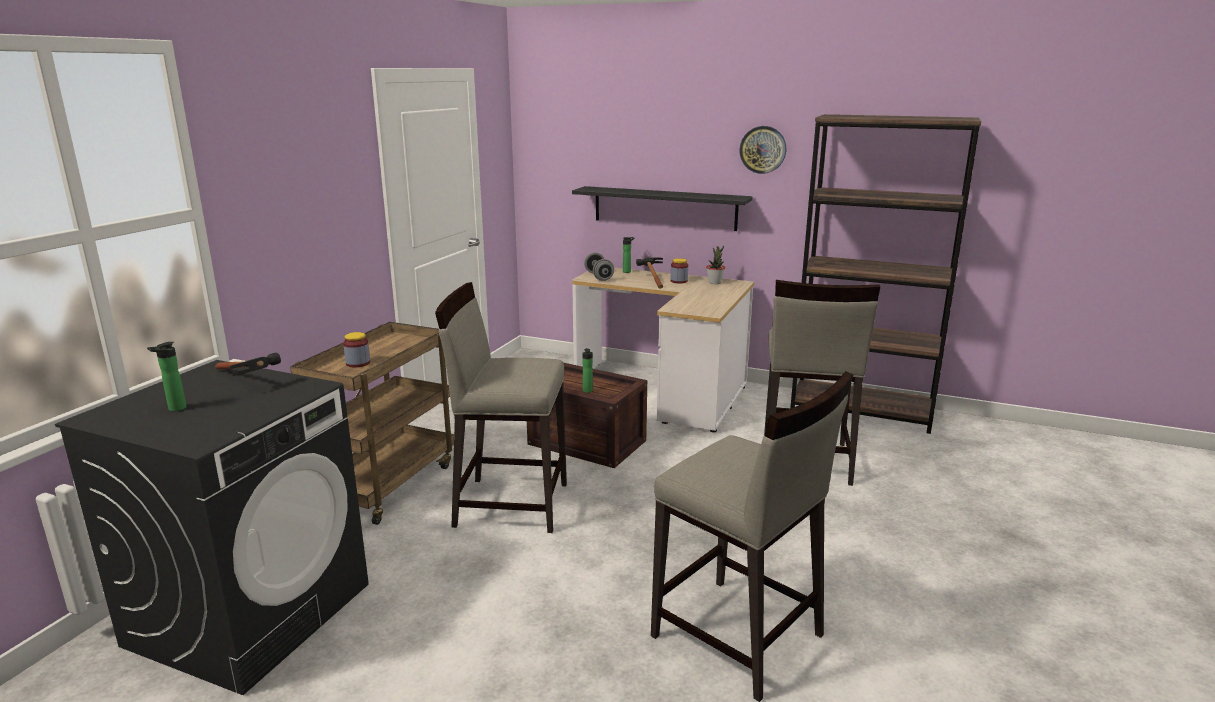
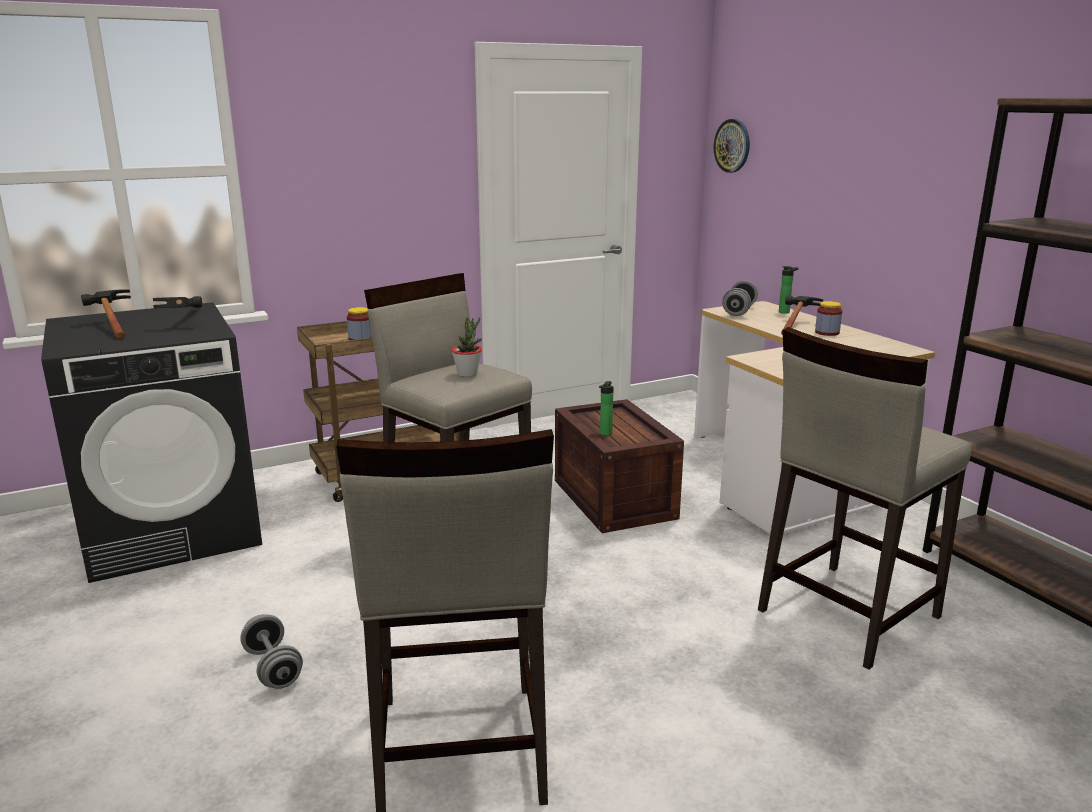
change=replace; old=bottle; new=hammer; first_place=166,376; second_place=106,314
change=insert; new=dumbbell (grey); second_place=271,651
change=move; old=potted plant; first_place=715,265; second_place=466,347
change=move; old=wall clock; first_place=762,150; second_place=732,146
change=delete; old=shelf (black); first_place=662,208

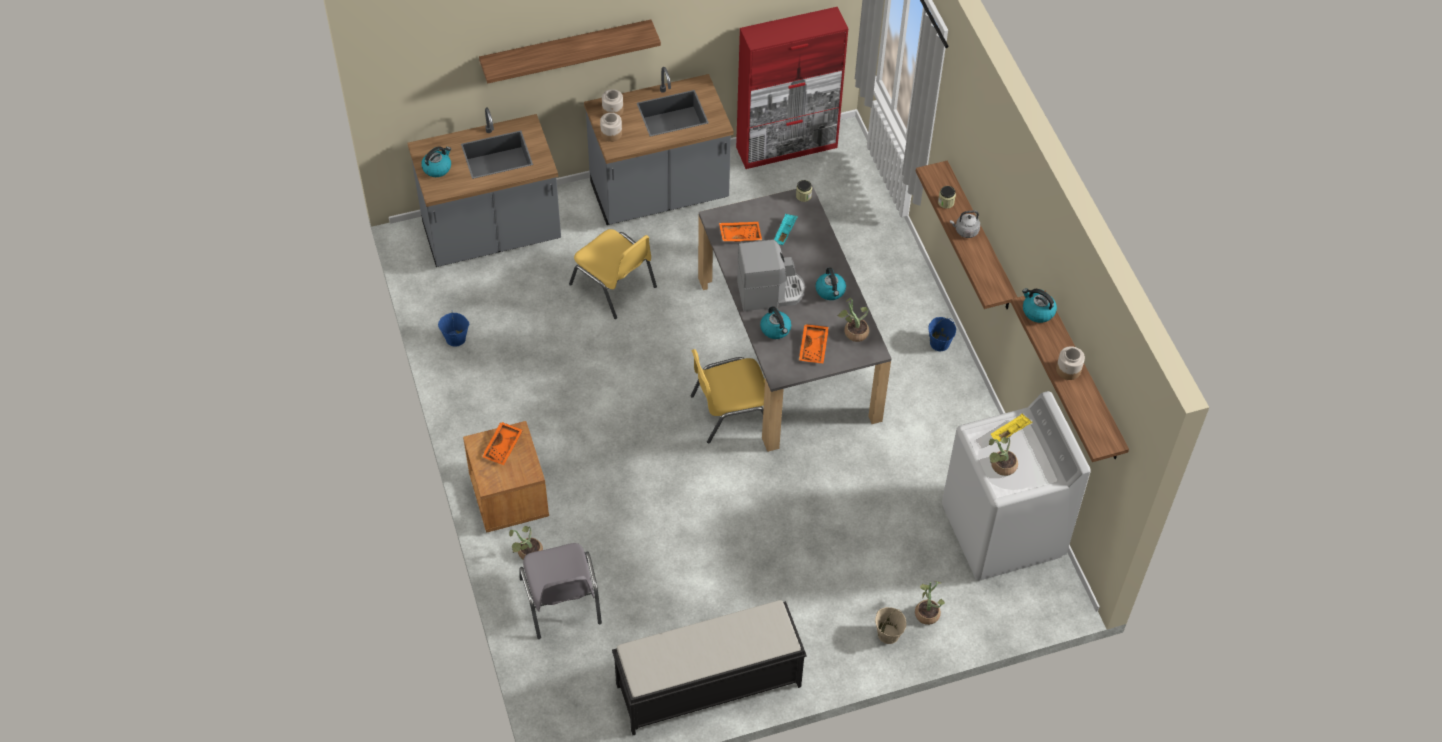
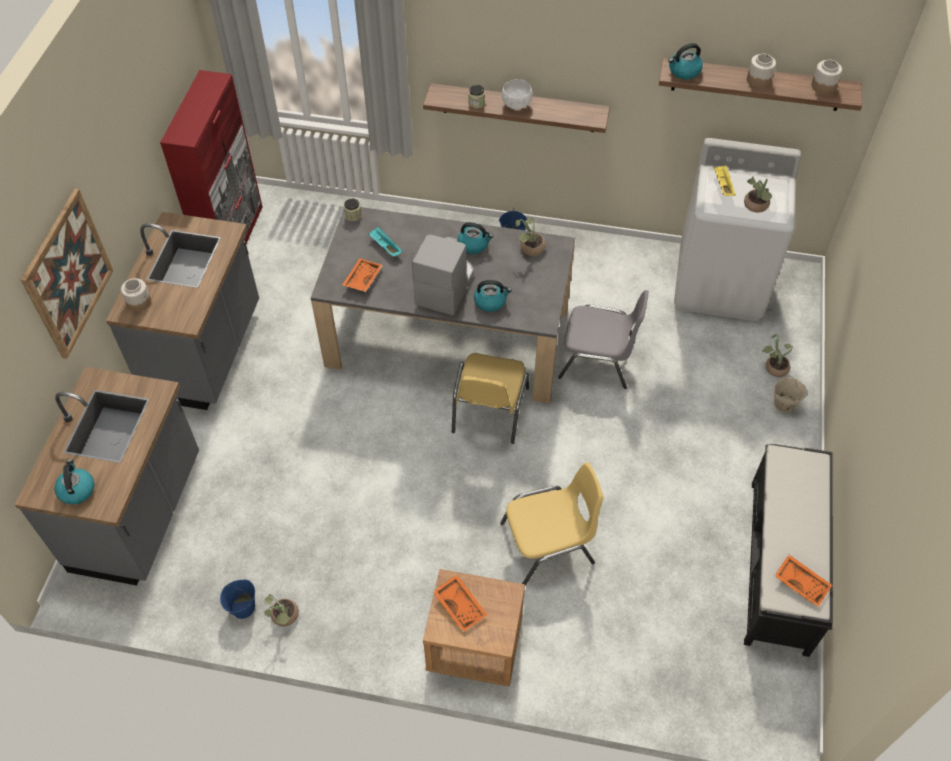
change=replace; old=shelf; new=picture; first_place=570,51; second_place=67,273
change=move; old=potted plant; first_place=526,543; second_place=281,610
change=move; old=chair (yellow); first_place=613,274; second_place=552,524
change=replace; old=kettle (grey); new=bowl (white); first_place=965,224; second_place=517,94
change=move; old=chair (grey); first_place=560,591; second_place=603,339
change=move; old=tray (orange); first_place=814,343; second_place=803,581
change=move; old=jar; first_place=611,127; second_place=826,77

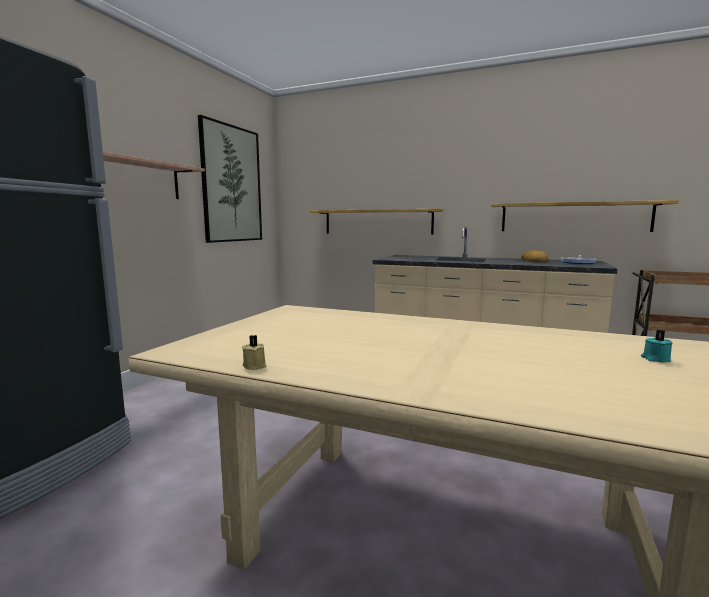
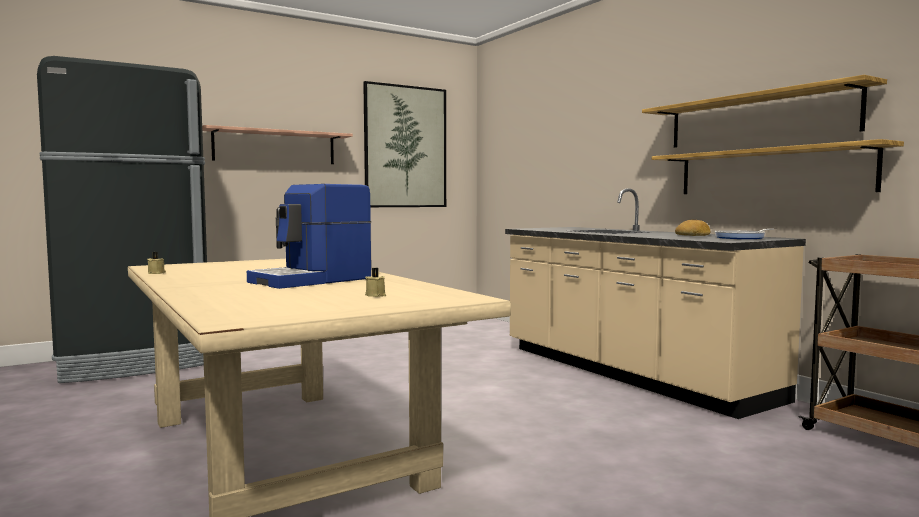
change=insert; new=coffee machine; second_place=309,236
change=recolor; old=candle (turquoise); new=candle (beige); first_place=657,346; second_place=375,282
change=move; old=shelf; first_place=376,222; second_place=764,111

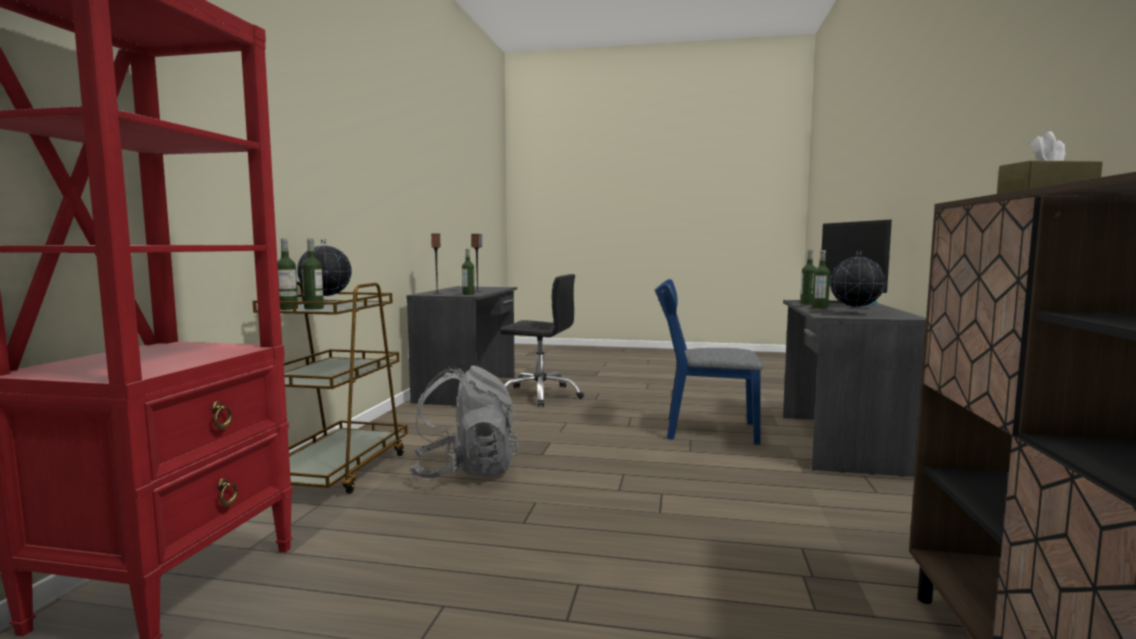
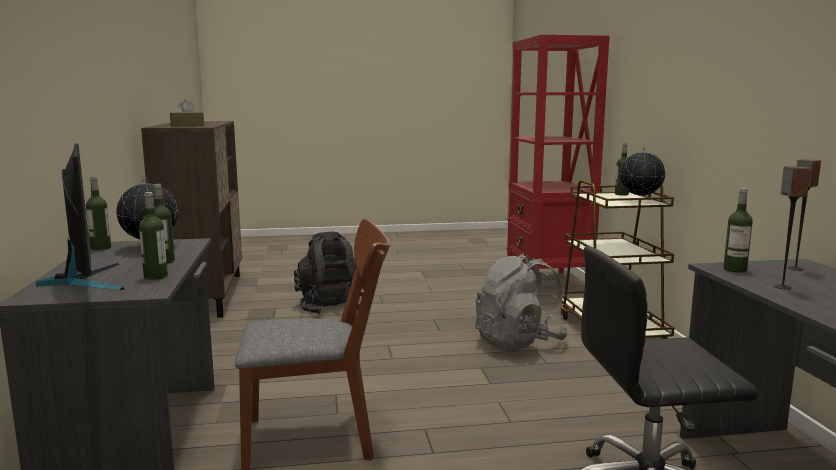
change=move; old=bottle; first_place=313,274; second_place=98,213
change=recolor; old=chair (blue); new=chair (brown); first_place=709,361; second_place=313,344
change=insert; new=backpack (black); second_place=328,273

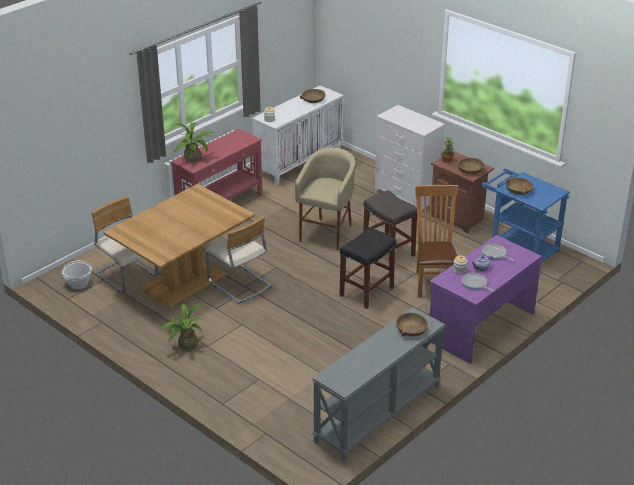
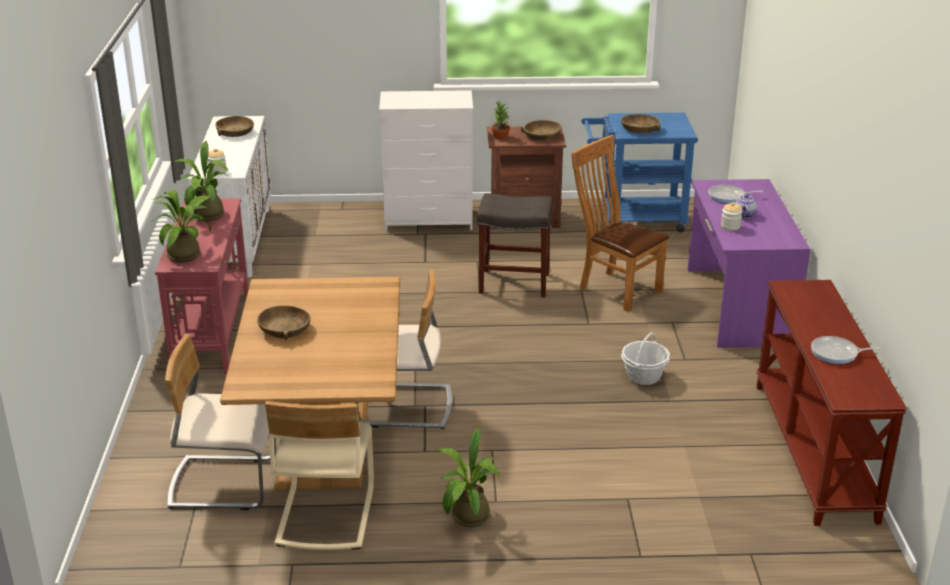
change=insert; new=potted plant; second_place=201,181
change=move; old=bowl (brown); first_place=412,325; second_place=284,322
change=insert; new=chair (beige); second_place=319,475
change=move; old=basket; first_place=77,274; second_place=645,359
change=recolor; old=console table (grey); new=console table (brown); first_place=378,384; second_place=832,403
change=move; old=frying pan; first_place=477,282; second_place=847,350
change=delete; old=stool (beige); first_place=325,199
change=delete; old=stool (black); first_place=367,268

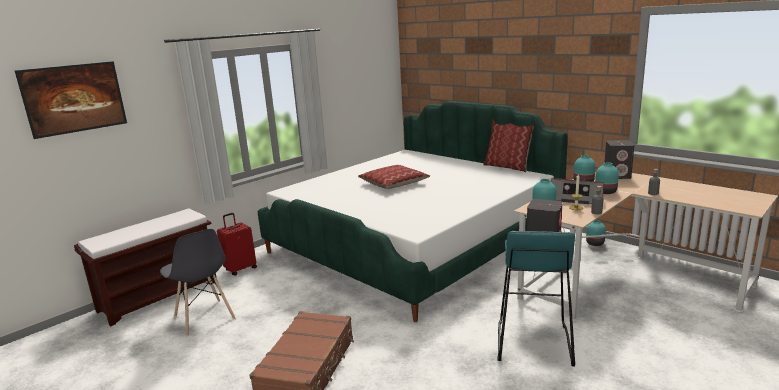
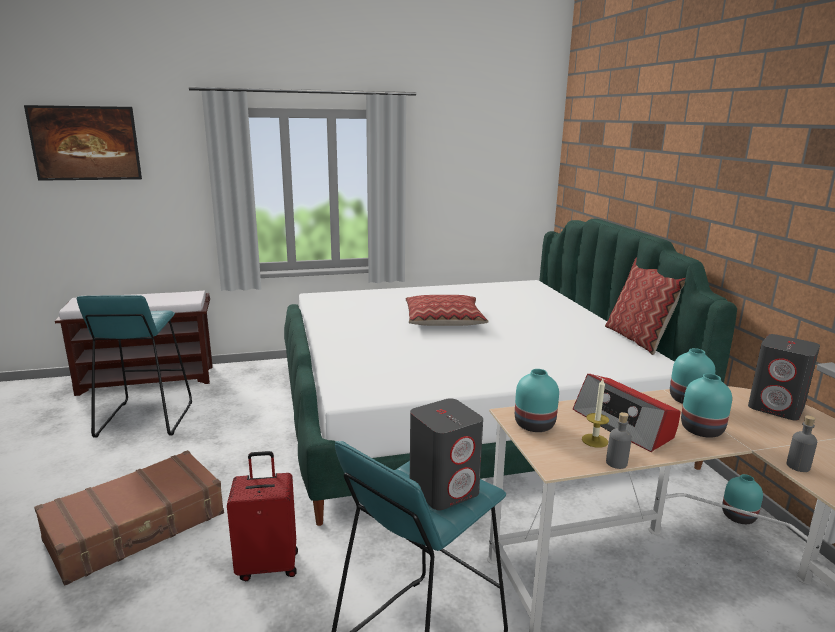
change=replace; old=chair (grey); new=stool (turquoise); first_place=197,282; second_place=134,366
change=move; old=suitcase (red); first_place=237,244; second_place=262,516

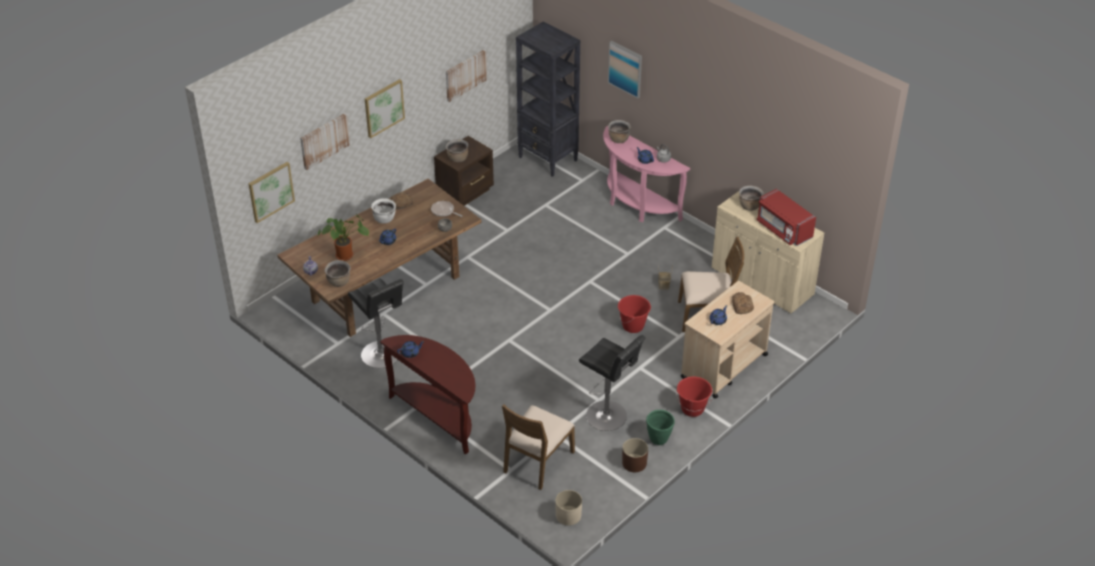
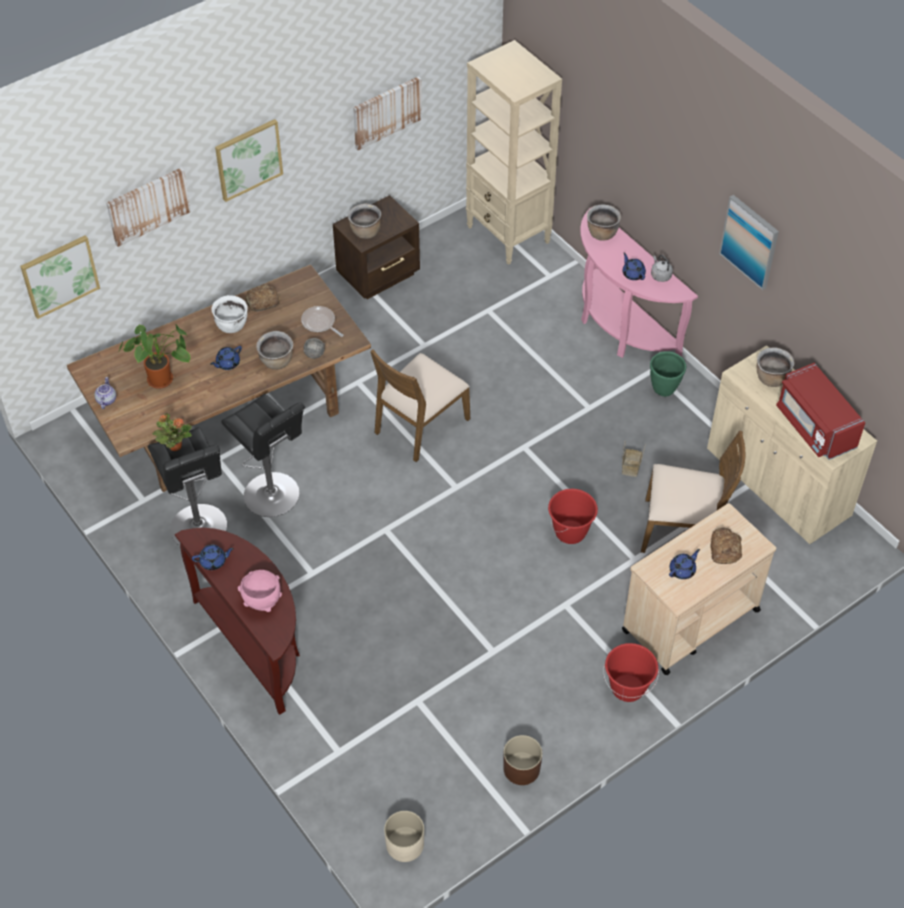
change=insert; new=potted plant; second_place=172,432
change=move; old=stool (black); first_place=612,383; second_place=263,455
change=insert; new=bowl (pink); second_place=260,591
change=move; old=cooking pot (brown); first_place=338,273; second_place=274,350
change=move; old=chair (brown); first_place=538,447; second_place=420,405
change=recolor; old=bookcase (black); new=bookcase (beige); first_place=548,99; second_place=514,152
change=move; old=planter (green); first_place=660,427; second_place=668,374
change=move; old=picture; first_place=625,70; second_place=749,242

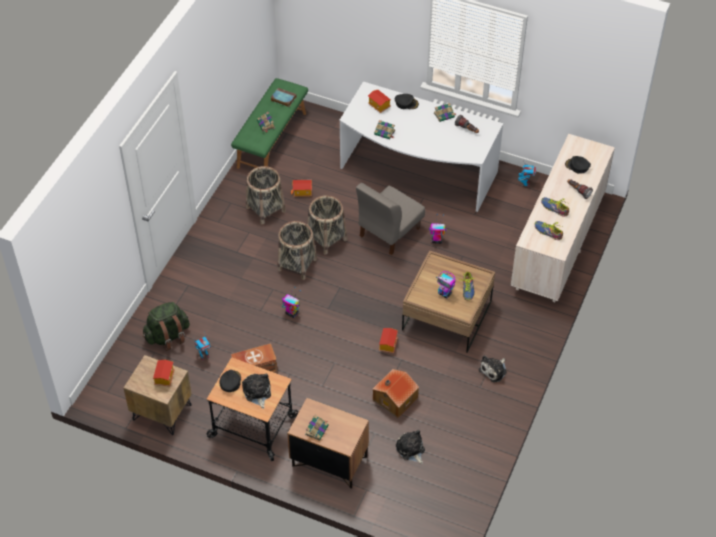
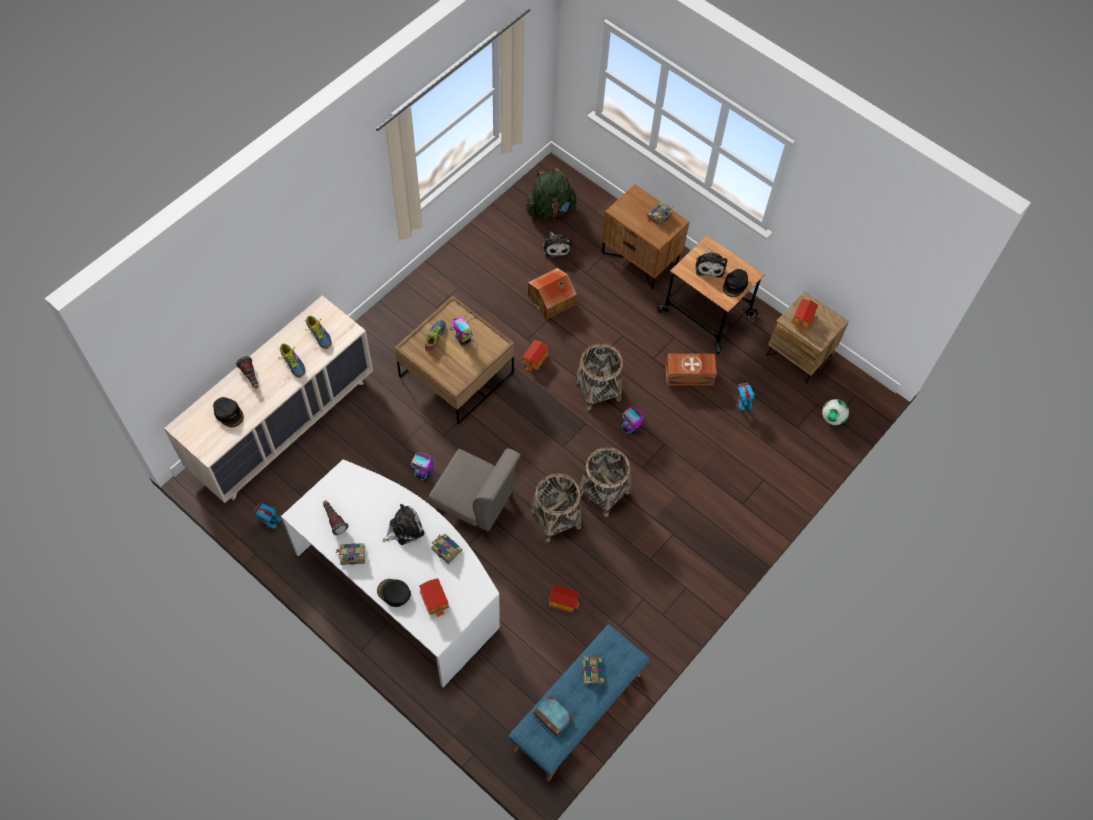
change=move; old=plush toy; first_place=493,369; second_place=403,524
change=rotate; old=chair (grey); first_place=390,219; second_place=474,493; degrees=60
change=recolor; old=bench (green); new=bench (blue); first_place=269,123; second_place=579,702
change=move; old=backpack (green); first_place=166,326; second_place=551,193
change=move; old=basket; first_place=266,195; second_place=599,376
change=insert; new=football; second_place=835,412

